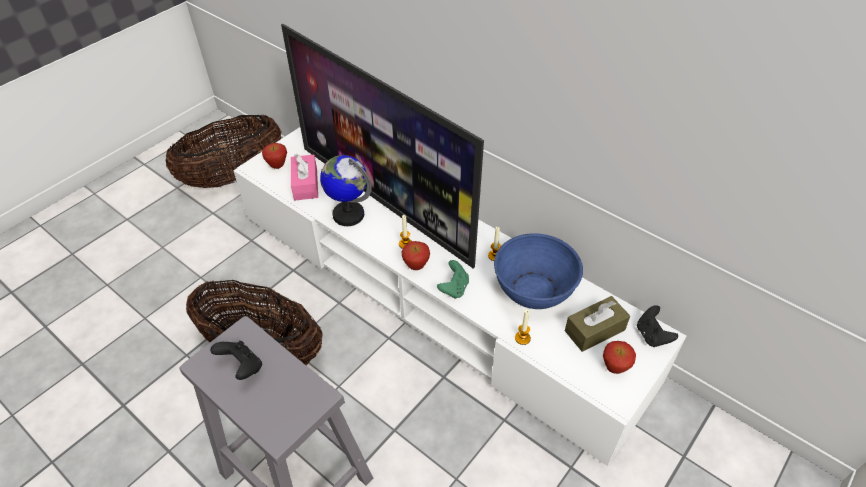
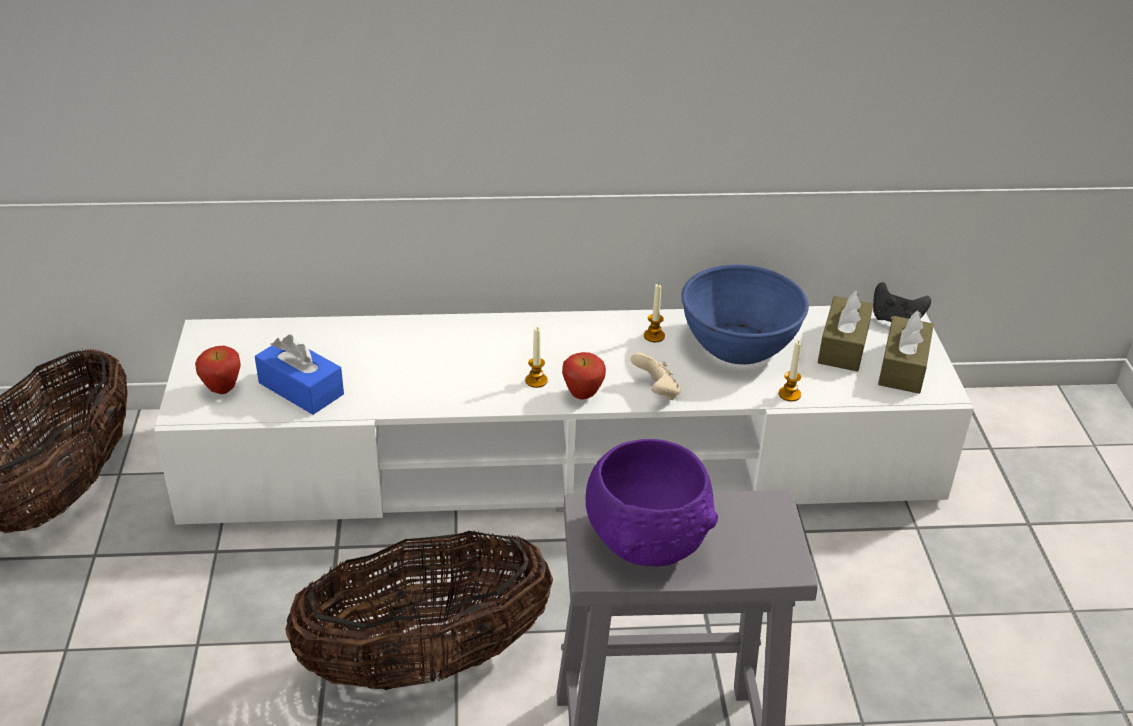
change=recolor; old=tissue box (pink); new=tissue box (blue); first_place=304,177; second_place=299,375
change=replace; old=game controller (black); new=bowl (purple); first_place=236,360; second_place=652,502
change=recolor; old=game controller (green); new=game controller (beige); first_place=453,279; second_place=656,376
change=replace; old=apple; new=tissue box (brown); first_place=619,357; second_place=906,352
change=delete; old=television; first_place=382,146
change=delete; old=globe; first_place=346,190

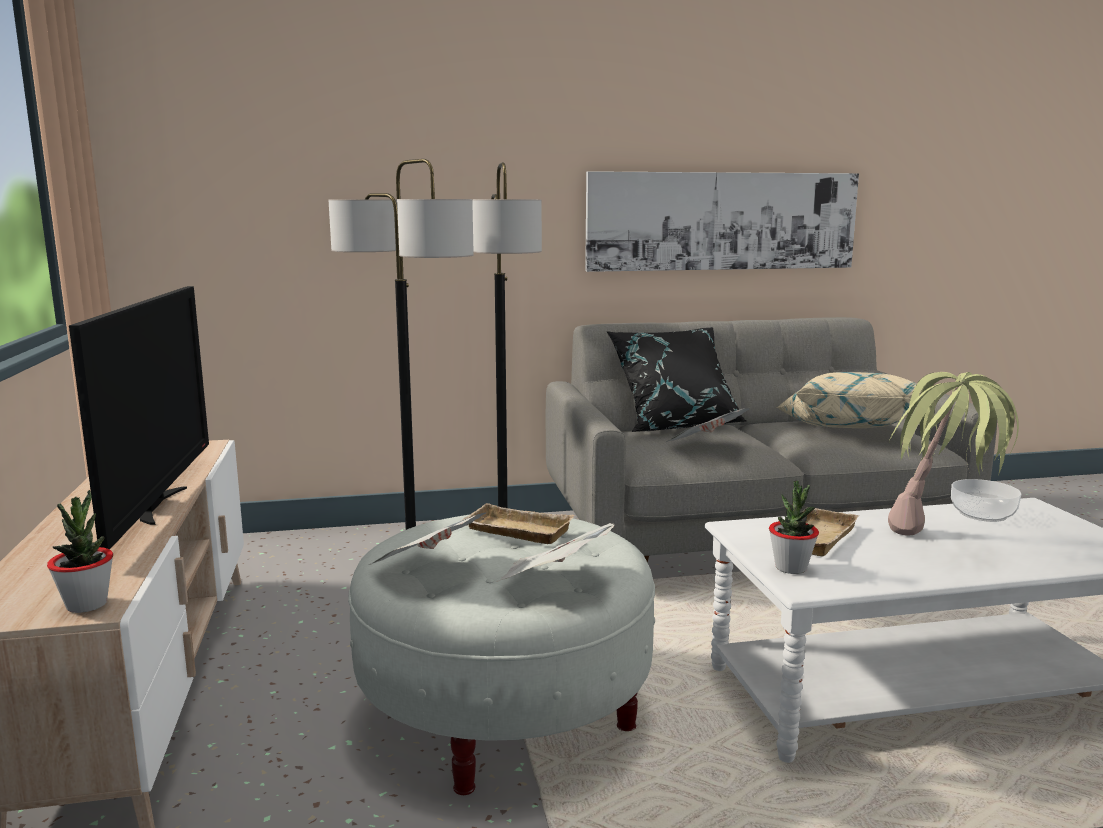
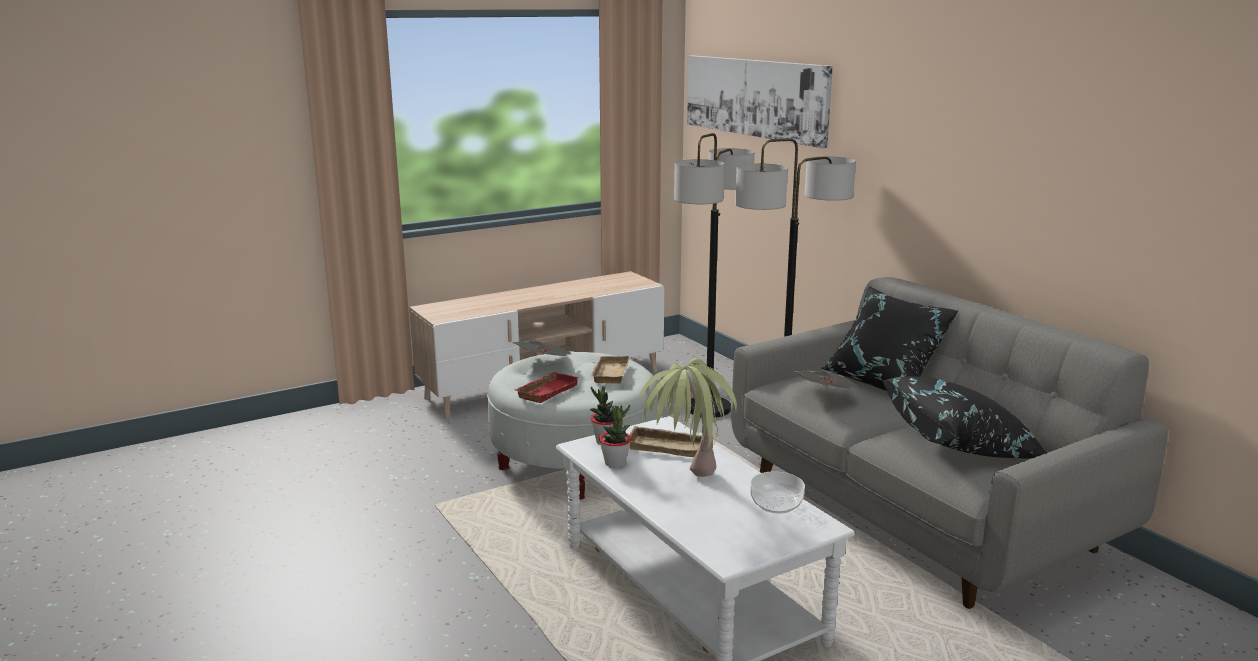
change=replace; old=newspaper; new=tray (red); first_place=555,552; second_place=547,387
change=move; old=potted plant; first_place=80,551; second_place=615,436
change=move; old=picture; first_place=722,221; second_place=760,102
change=recolor; old=pillow (beige); new=pillow (black); first_place=849,400; second_place=965,417
change=delete; old=television; first_place=139,417

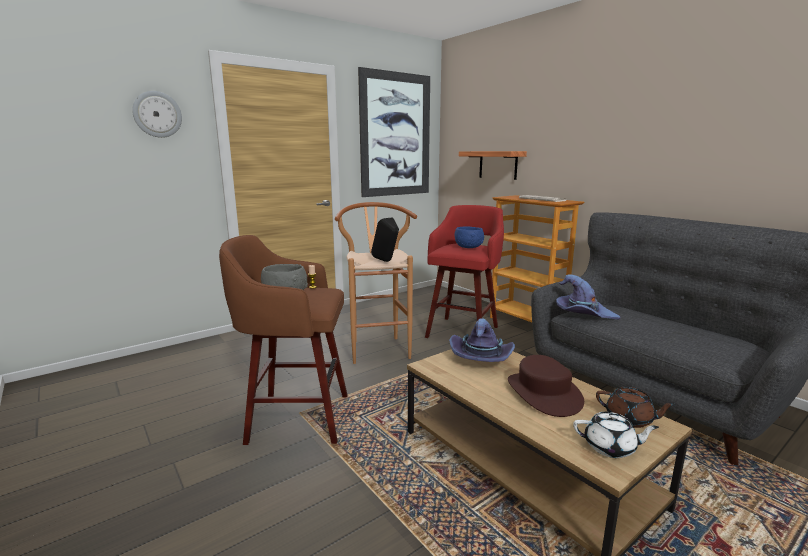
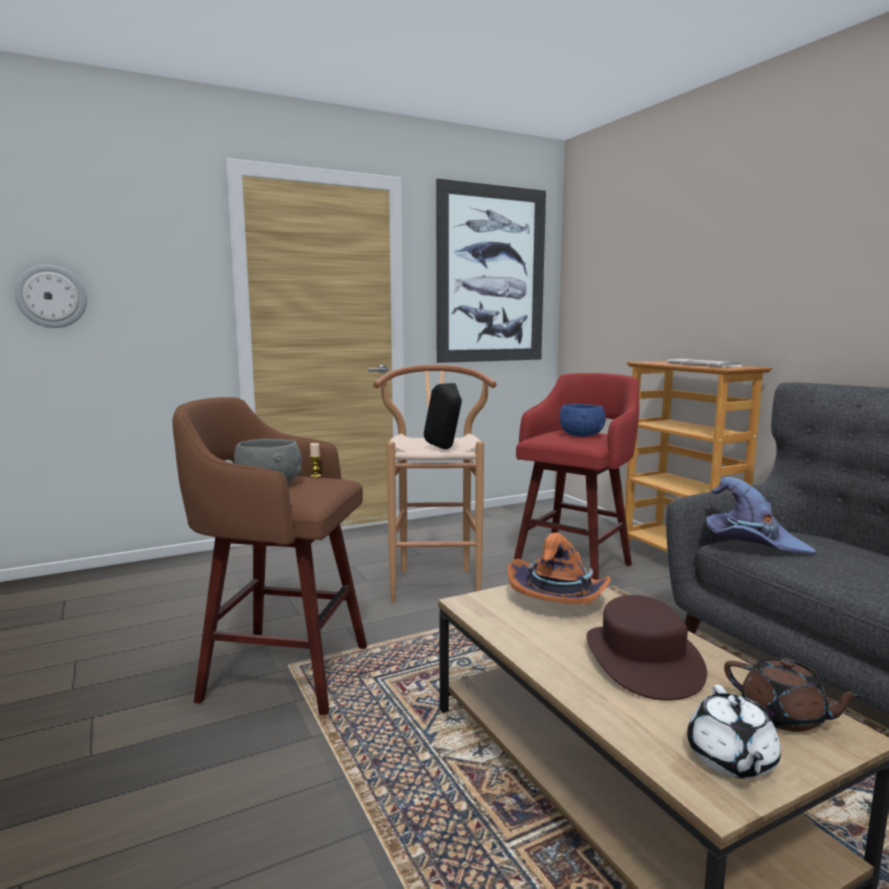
change=move; old=wall clock; first_place=157,114; second_place=51,296
change=recolor; old=hat (purple); new=hat (orange); first_place=482,340; second_place=559,568
change=rotate; old=teapot (white); first_place=616,435; second_place=734,731; degrees=75
change=delete; old=shelf; first_place=493,165

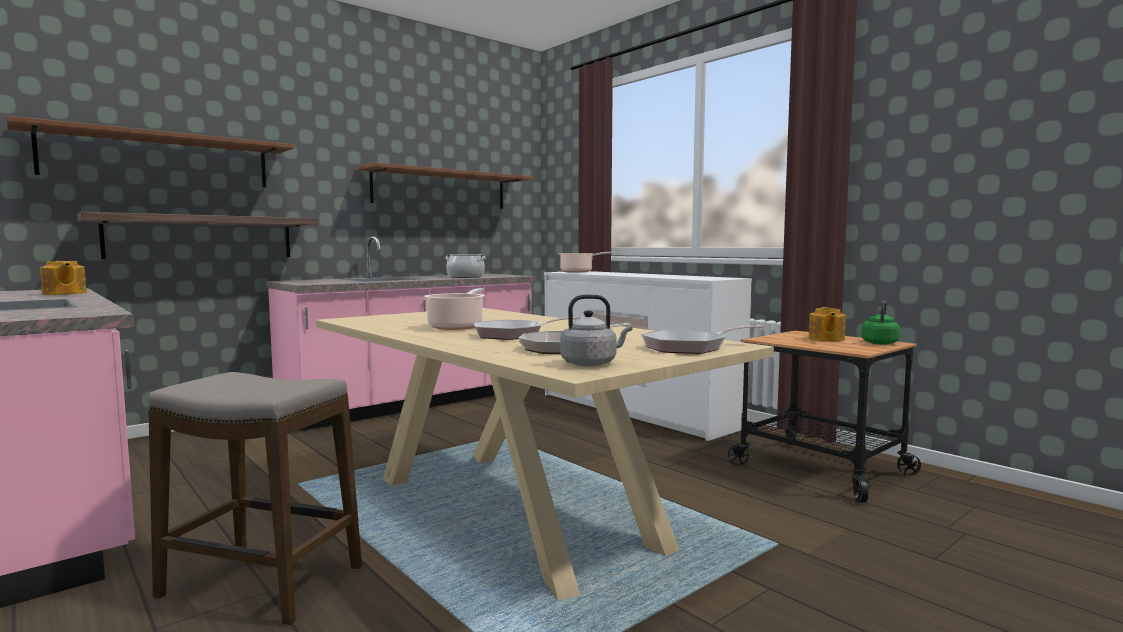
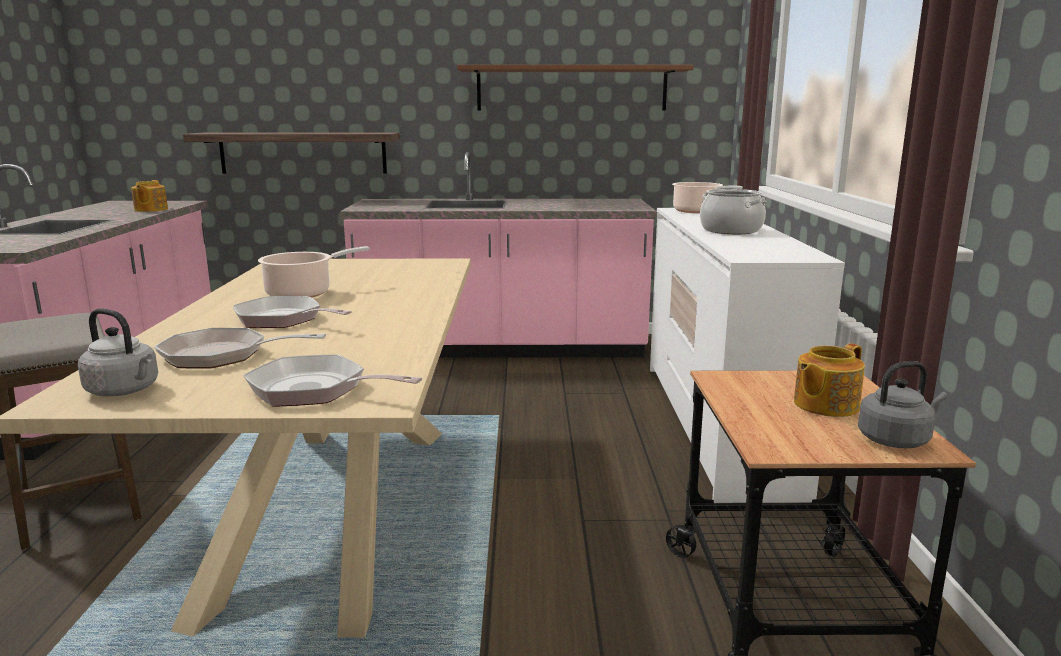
change=move; old=cooking pot; first_place=465,266; second_place=733,211
change=recolor; old=kettle (green); new=kettle (grey); first_place=880,323; second_place=903,405
change=delete; old=shelf (brown); first_place=150,152

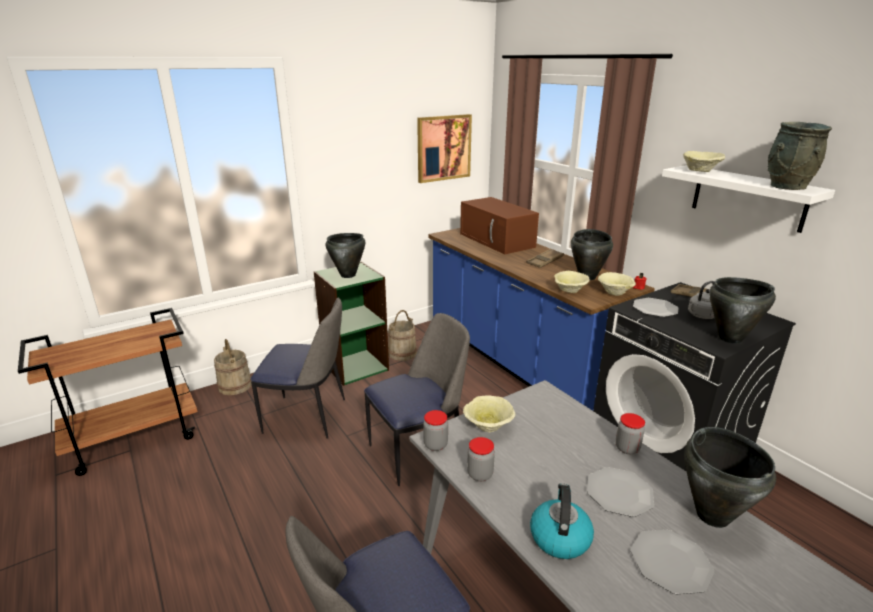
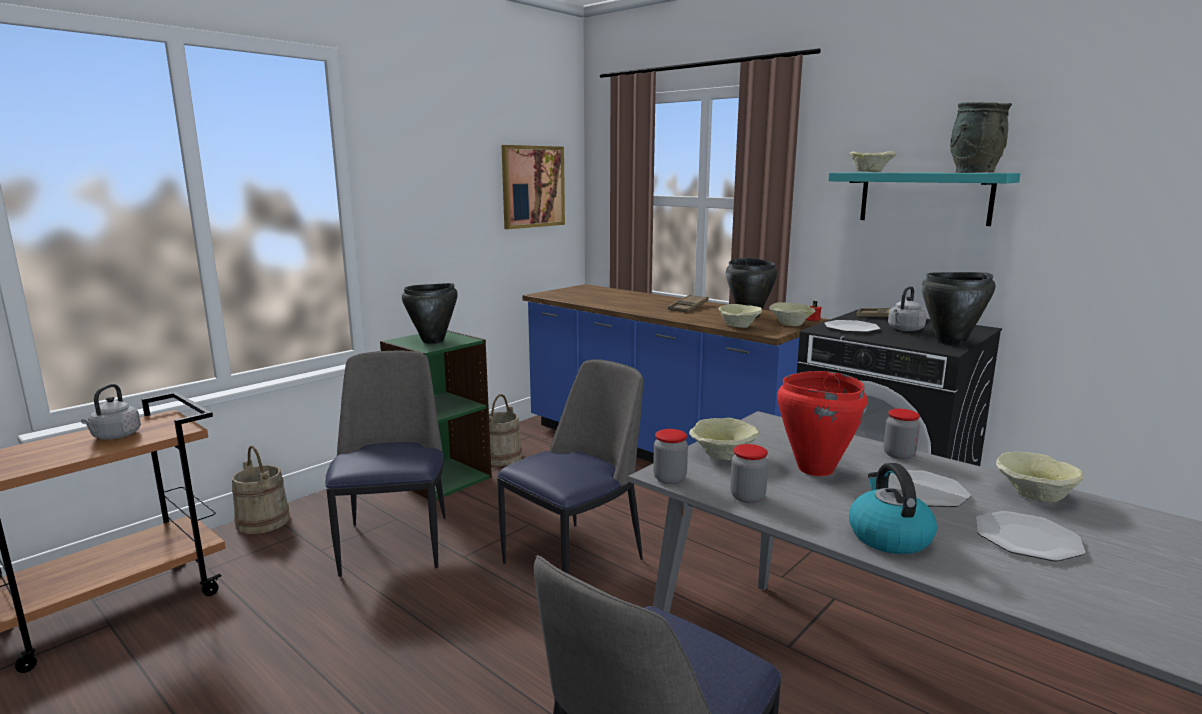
change=insert; new=kettle (grey); second_place=111,411
change=rotate; old=chair; first_place=298,368; second_place=385,464; degrees=-90
change=insert; new=cooking pot (red); second_place=822,423
change=recolor; old=shelf (white); new=shelf (turquoise); first_place=748,199; second_place=924,199
change=replace; old=cooking pot (black); new=bowl (beige); first_place=730,477; second_place=1040,477
change=delete; old=microwave (brown); first_place=499,225

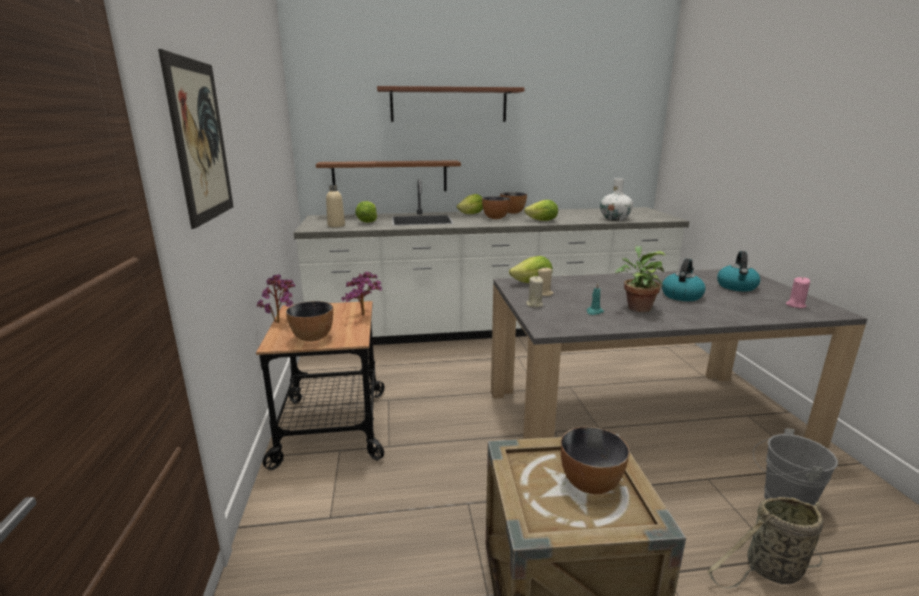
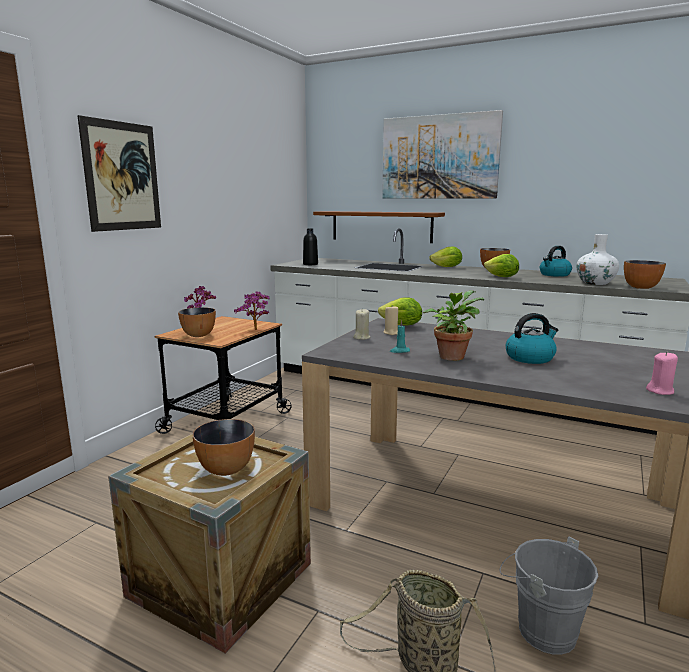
change=recolor; old=bottle (beige); new=bottle (black); first_place=335,206; second_place=310,246
change=replace; old=shelf (brown); new=picture; first_place=451,104; second_place=442,154
change=move; old=kettle; first_place=738,271; second_place=556,261
change=move; old=bowl; first_place=496,208; second_place=645,274
change=delete; old=lettuce; first_place=366,212

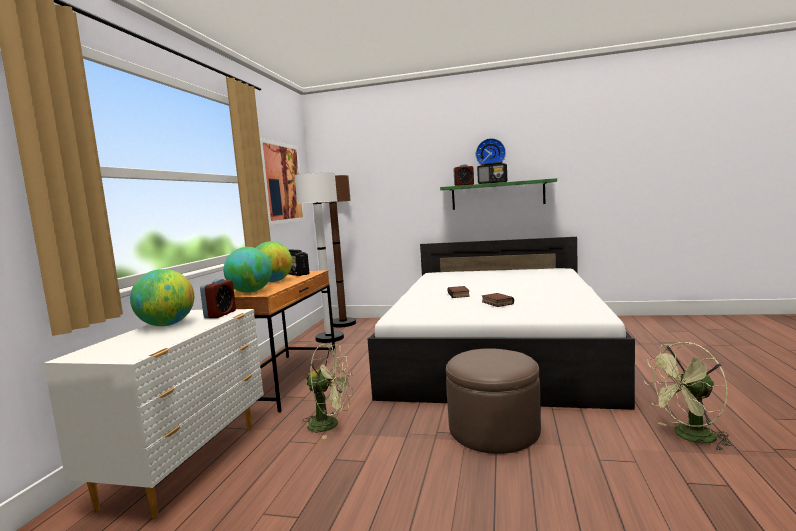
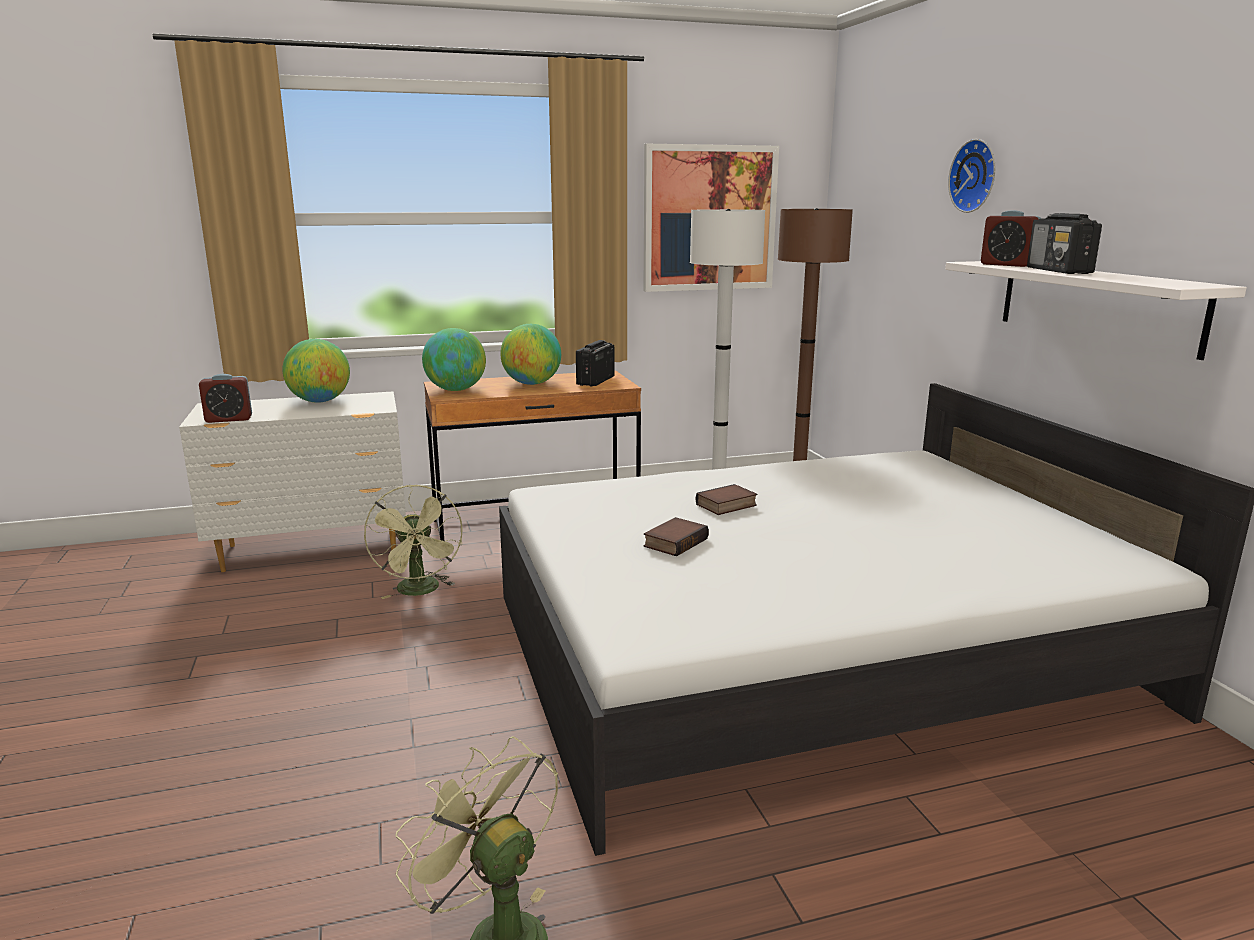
change=move; old=alarm clock; first_place=218,298; second_place=225,398
change=recolor; old=shelf (green); new=shelf (white); first_place=498,194; second_place=1096,310
change=move; old=wall clock; first_place=491,152; second_place=971,176
change=delete; old=ottoman (brown); first_place=493,401

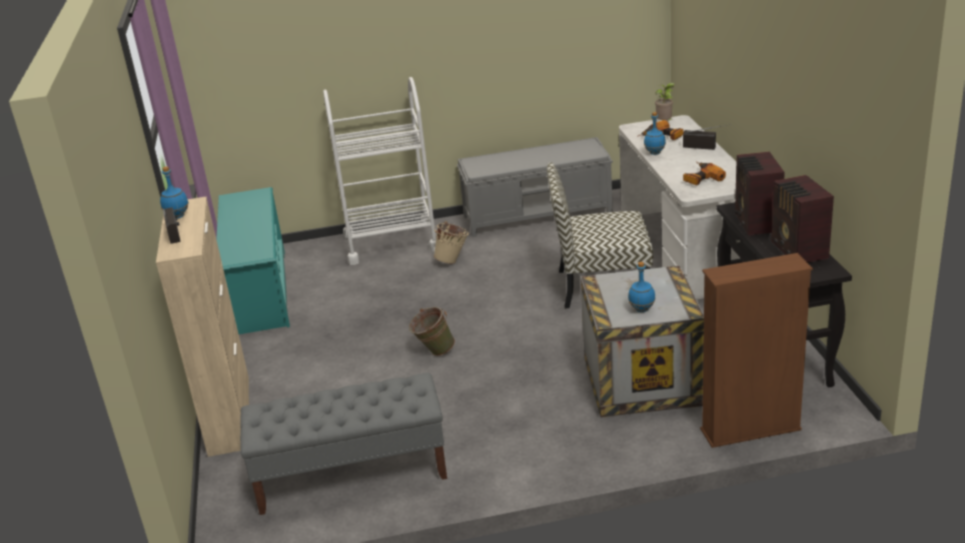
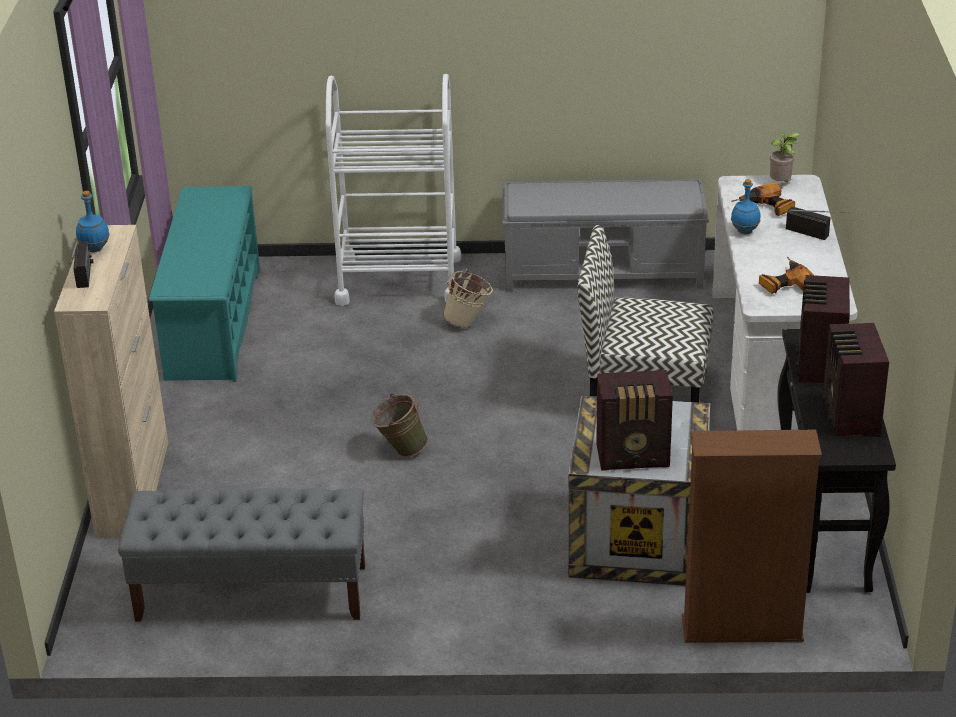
change=replace; old=bottle (blue); new=radio; first_place=641,287; second_place=634,420

